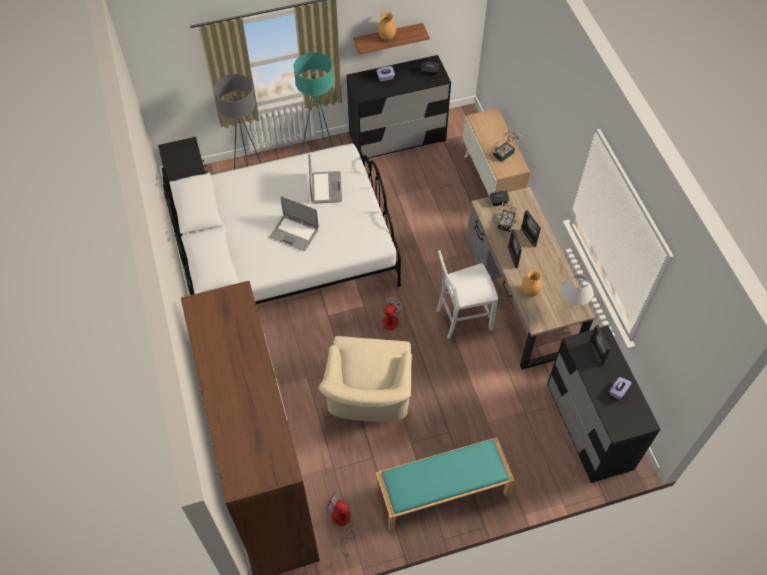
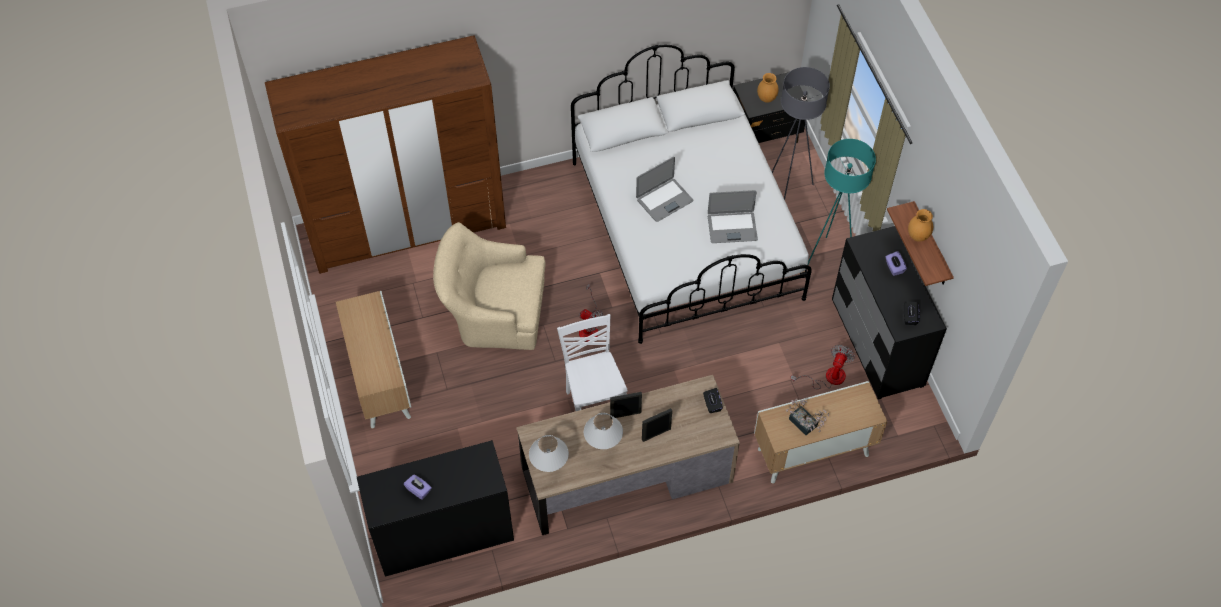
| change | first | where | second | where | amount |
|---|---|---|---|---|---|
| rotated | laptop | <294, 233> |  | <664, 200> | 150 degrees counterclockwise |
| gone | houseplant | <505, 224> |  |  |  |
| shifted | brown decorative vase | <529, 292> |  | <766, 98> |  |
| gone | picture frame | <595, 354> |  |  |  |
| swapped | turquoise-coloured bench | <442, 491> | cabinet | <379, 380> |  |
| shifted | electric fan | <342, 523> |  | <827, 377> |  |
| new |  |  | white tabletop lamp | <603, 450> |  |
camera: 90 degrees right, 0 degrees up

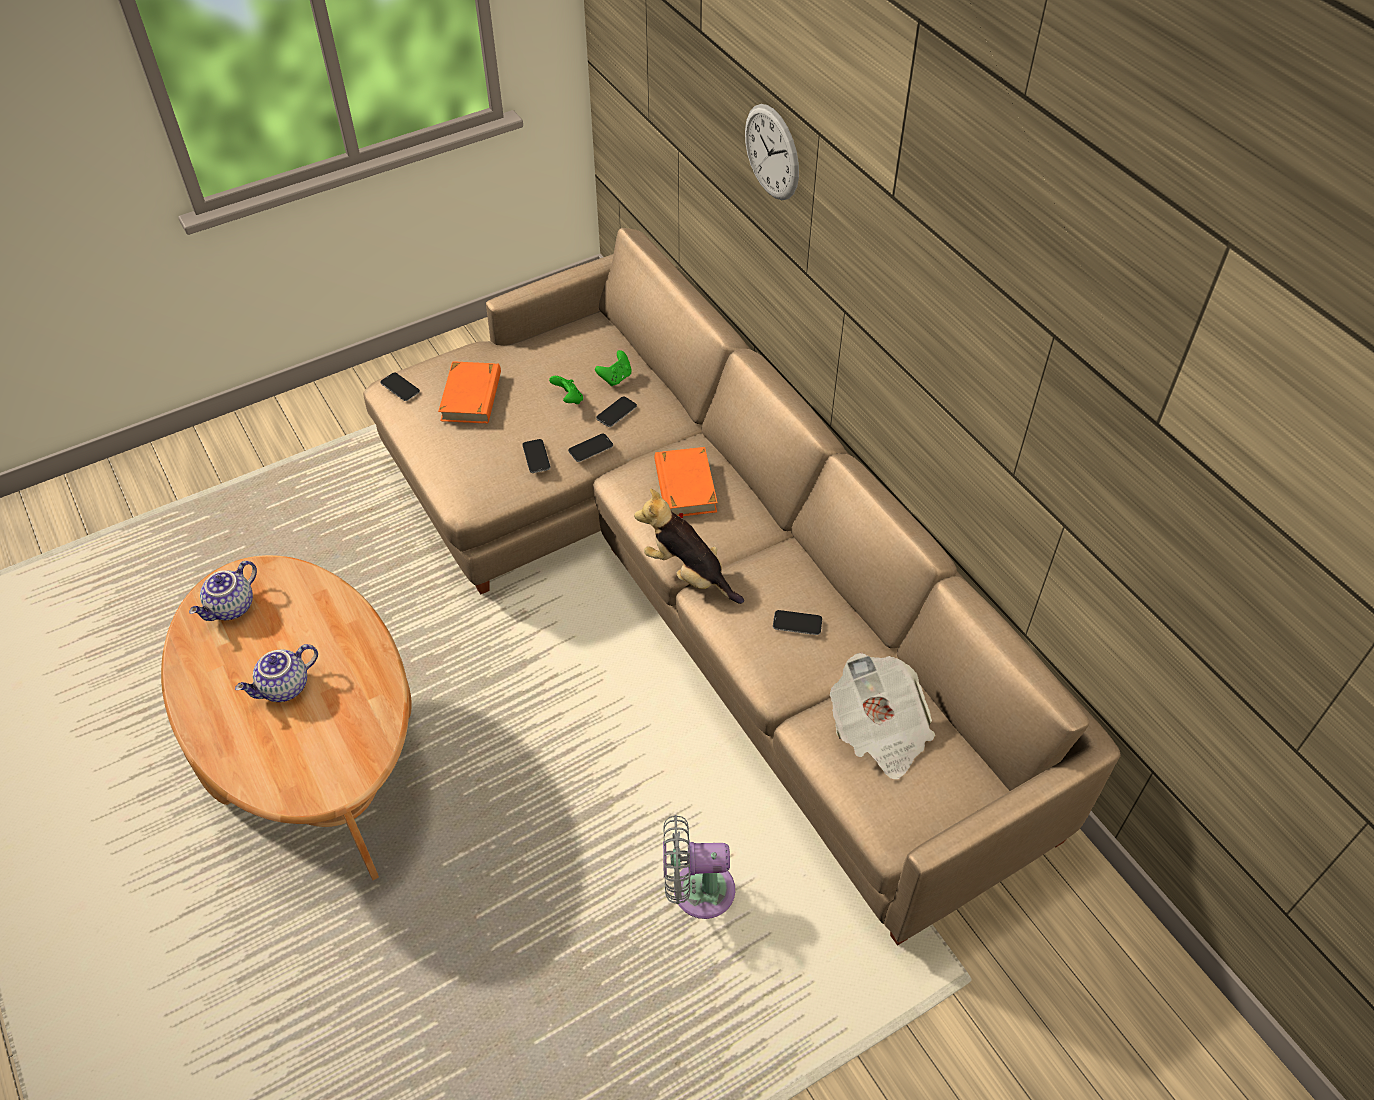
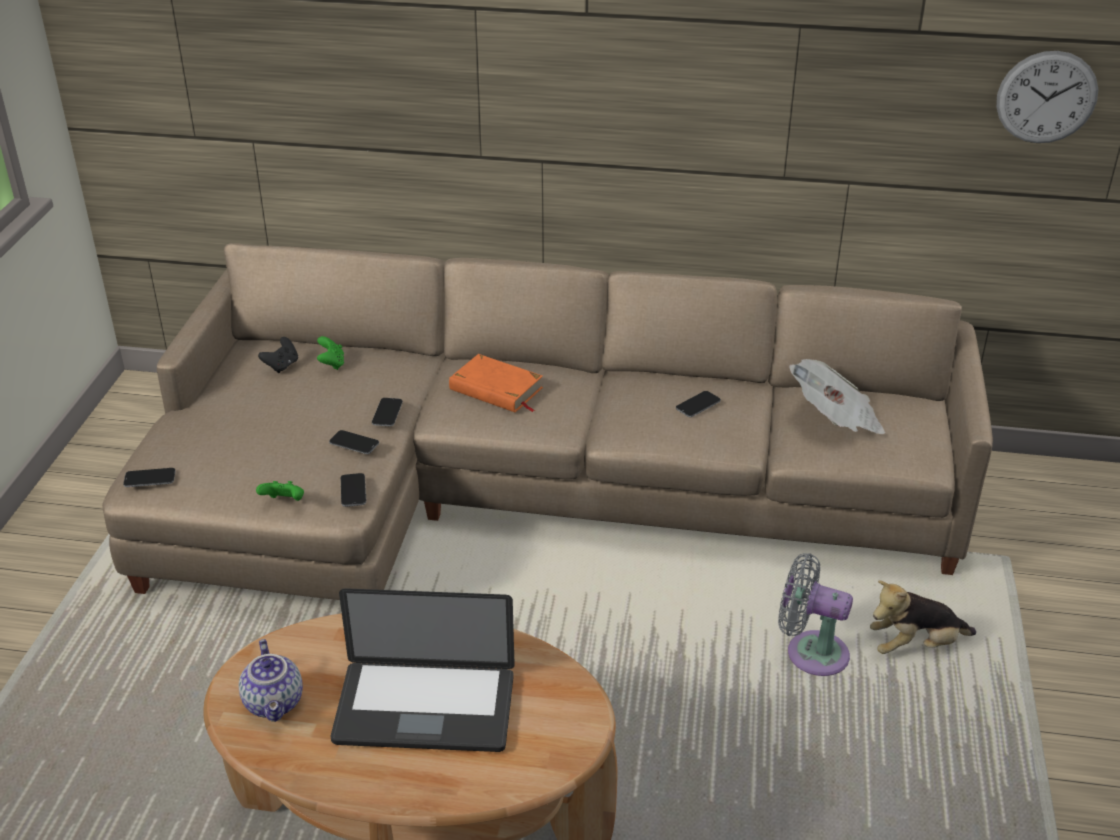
| change | first | where | second | where | amount |
|---|---|---|---|---|---|
| shifted | hanging clock | <772, 152> |  | <1046, 97> |  |
| gone | orange-coloured bound book | <472, 396> |  |  |  |
| shifted | greenish joypad | <568, 399> |  | <284, 502> |  |
| shifted | telephone | <616, 412> |  | <353, 491> |  |
| shifted | cuddly toy | <688, 573> |  | <915, 645> |  |
| swapped | tea pot | <285, 688> | laptop | <425, 709> |  |
| rotated | grey electric fan | <696, 890> |  | <810, 652> | 75 degrees clockwise |
| new |  |  | black joypad | <282, 366> |  |
camera: 50 degrees left, 15 degrees down

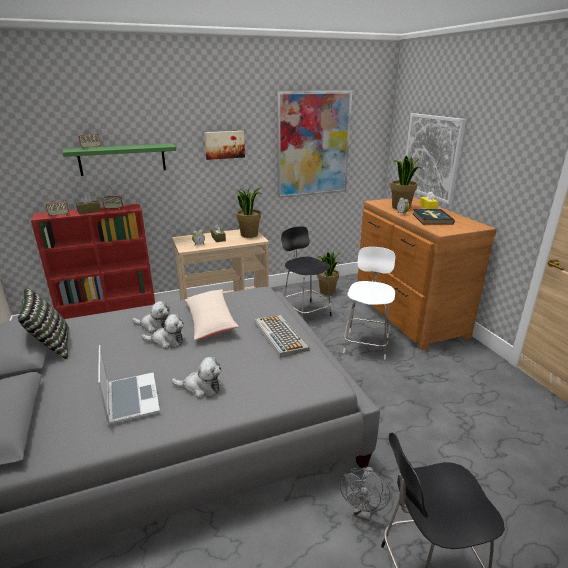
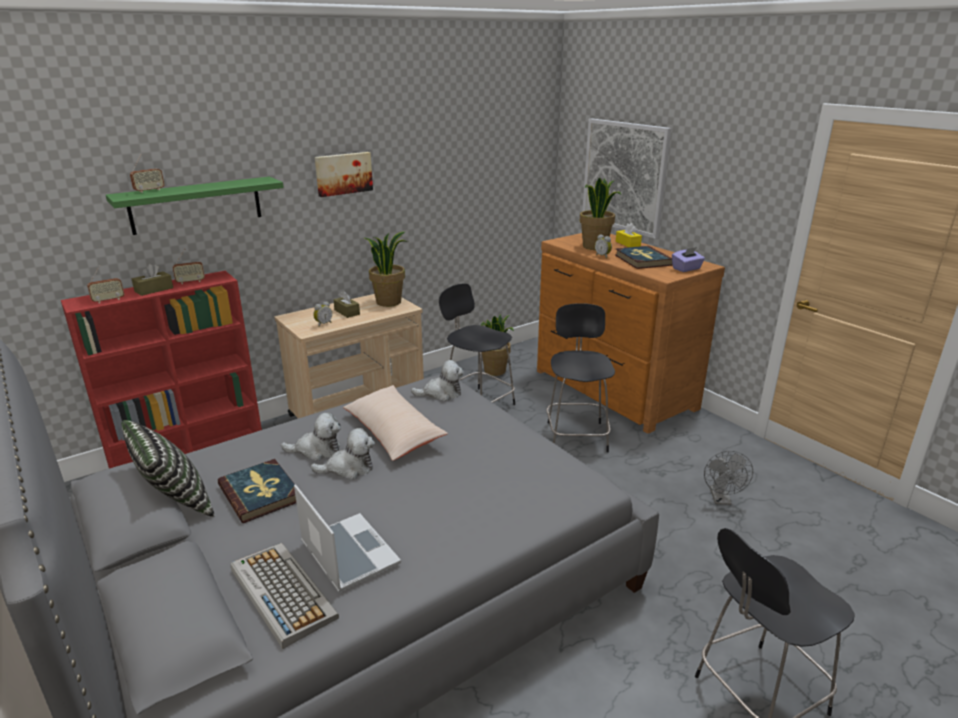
| change | first | where | second | where | amount |
|---|---|---|---|---|---|
| gone | wall picture | <313, 144> |  |  |  |
| repainted | white plain chair | <366, 343> | black plain chair | <576, 435> |  |
| shifted | PC keyboard | <279, 335> |  | <281, 593> |  |
| shifted | cuddly toy | <200, 387> |  | <441, 393> |  |
| shifted | grey electric fan | <363, 511> |  | <721, 499> |  |
| new |  |  | purplish tissue box | <686, 269> |  |
| new |  |  | bound book | <260, 493> |  |
camera: 15 degrees left, 0 degrees up

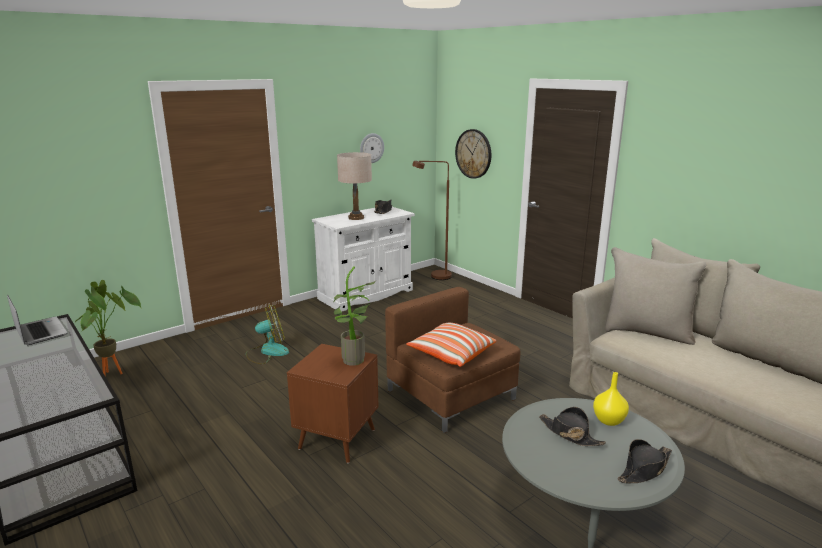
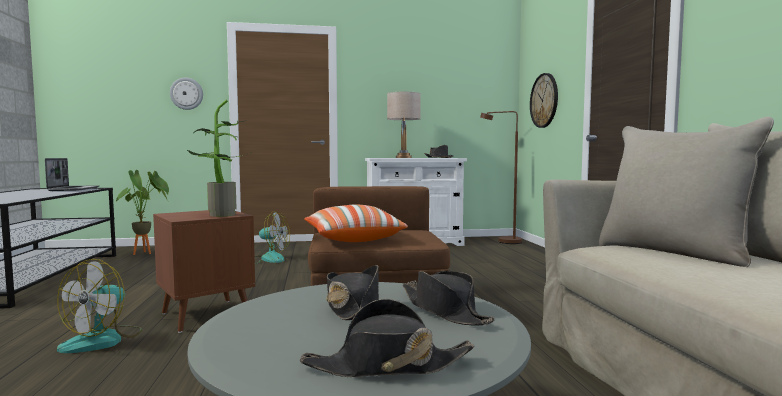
| change | first | where | second | where | amount |
|---|---|---|---|---|---|
| shifted | hanging clock | <371, 148> |  | <186, 93> |  |
| swapped | yellow-coloured decorative vase | <609, 421> | black wearable hat | <444, 310> |  |
| new |  |  | electric fan | <103, 340> |  |
camera: 30 degrees right, 15 degrees down

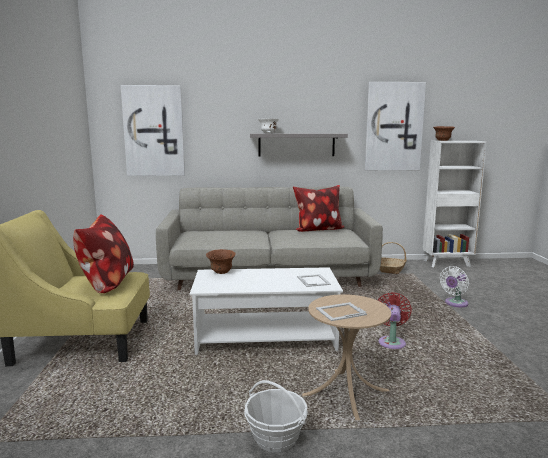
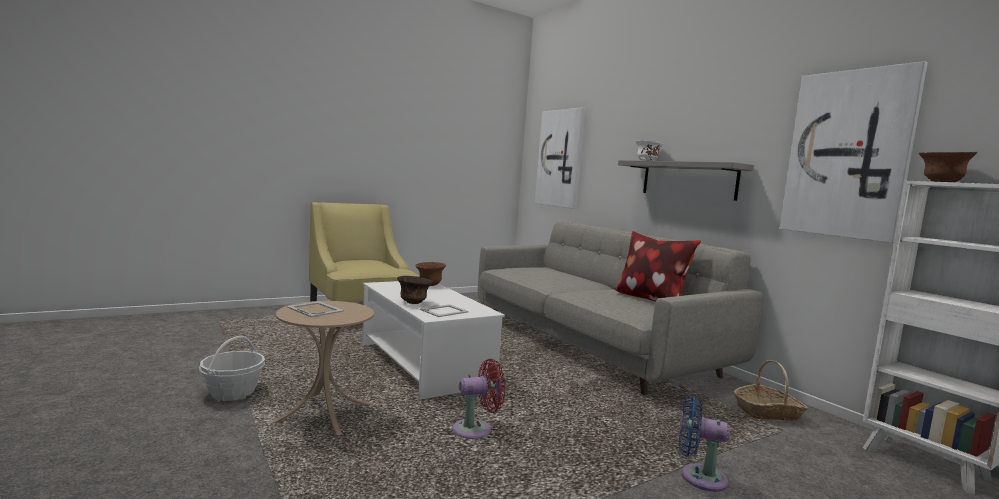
| change | first | where | second | where | amount |
|---|---|---|---|---|---|
| gone | pillow | <106, 283> |  |  |  |
| repainted | white electric fan | <455, 303> | blue electric fan | <698, 477> |  |
| new |  |  | brown serving bowl | <413, 303> |  |
camera: 60 degrees right, 5 degrees down

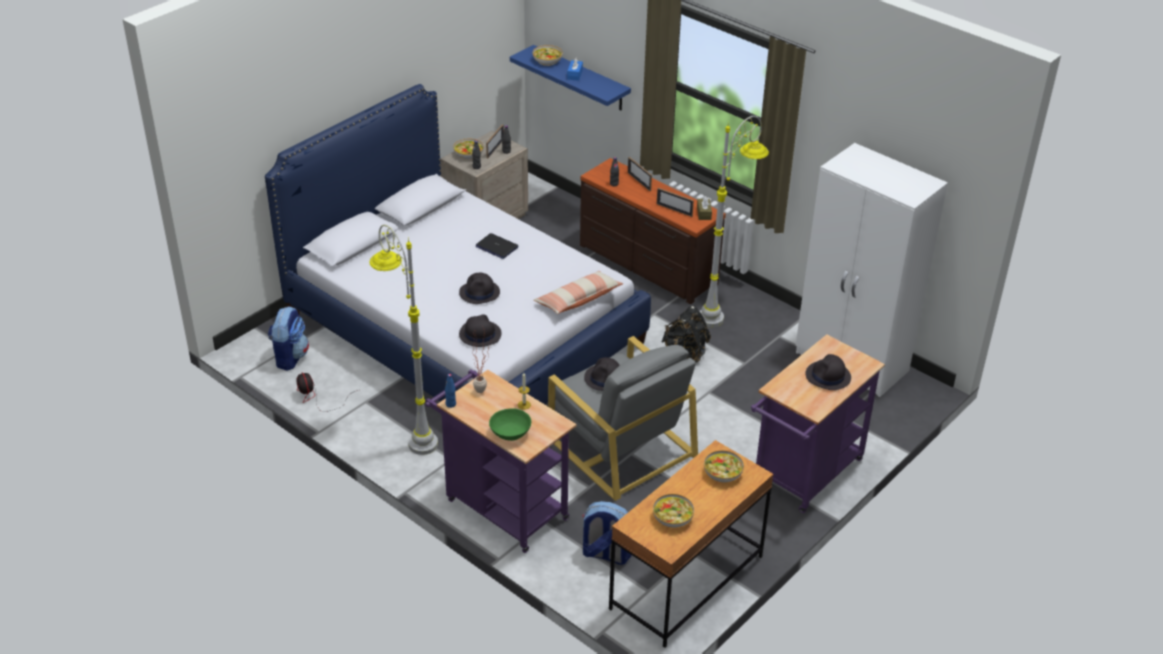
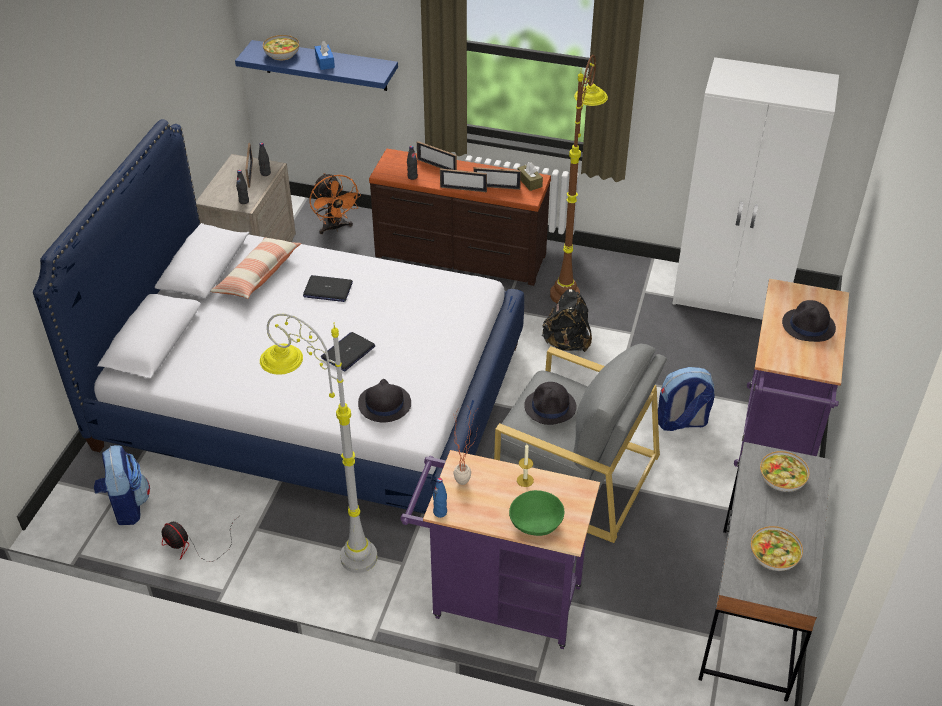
| change | first | where | second | where | amount |
|---|---|---|---|---|---|
| repainted | grey floor lamp | <725, 309> | brown floor lamp | <571, 279> |  |
| gone | serving bowl | <468, 154> |  |  |  |
| shifted | pillow | <578, 299> |  | <257, 276> |  |
| swapped | black wearable hat | <480, 293> | laptop | <348, 352> |  |
| repainted | brown desk table | <686, 582> | grey desk table | <753, 611> |  |
| shifted | knapsack | <605, 554> |  | <681, 422> |  |
| new |  |  | picture frame | <463, 189> |  |
| new |  |  | orange-coloured electric fan | <335, 227> |  |
camera: 25 degrees left, 5 degrees up

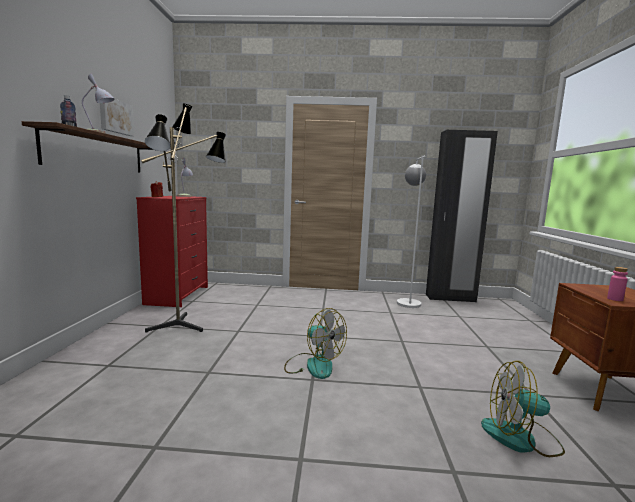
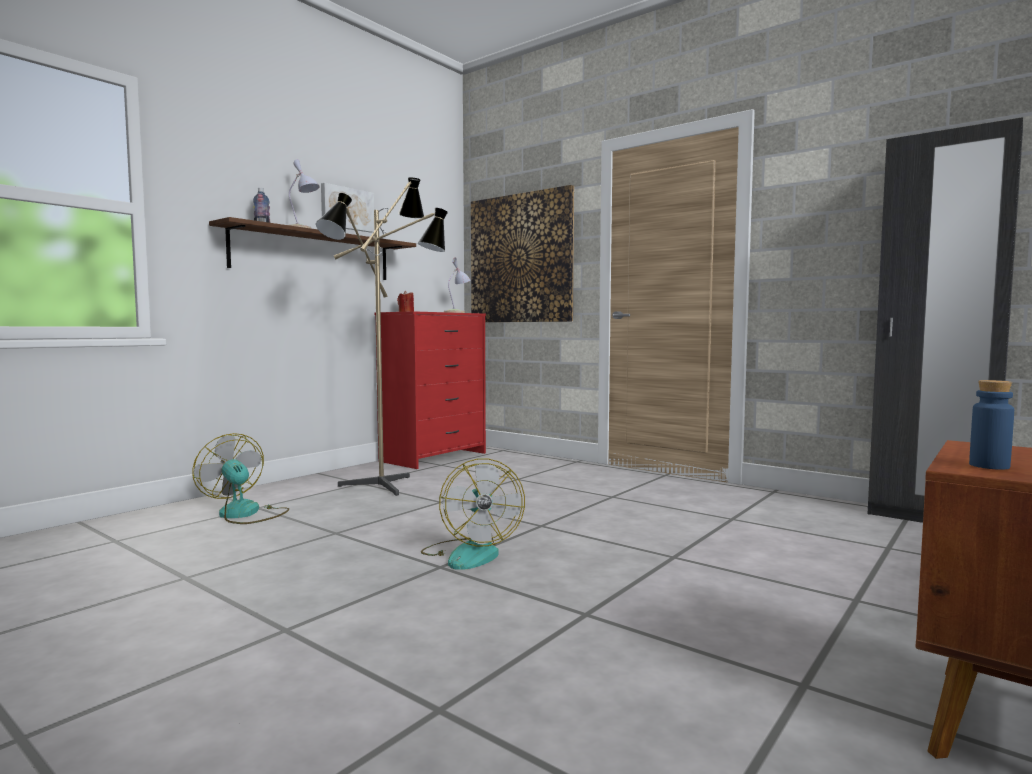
| change | first | where | second | where | amount |
|---|---|---|---|---|---|
| gone | white floor lamp | <407, 301> |  |  |  |
| repainted | pinkish beverage bottle | <615, 299> | blue beverage bottle | <989, 466> |  |
| shifted | electric fan | <521, 438> |  | <245, 514> |  |
| new |  |  | wall picture | <520, 258> |  |
camera: 35 degrees right, 5 degrees down

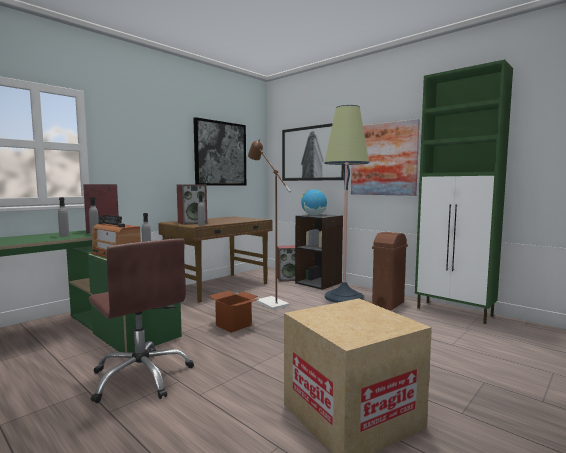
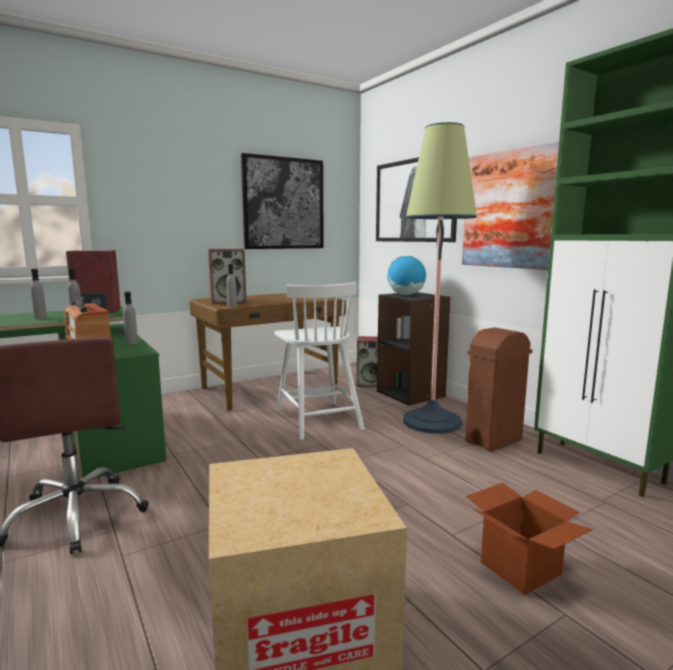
| change | first | where | second | where | amount |
|---|---|---|---|---|---|
| swapped | brown floor lamp | <268, 302> | white plain chair | <317, 419> |  |
| shifted | packing box | <233, 325> |  | <520, 568> |  |
camera: 15 degrees right, 5 degrees up

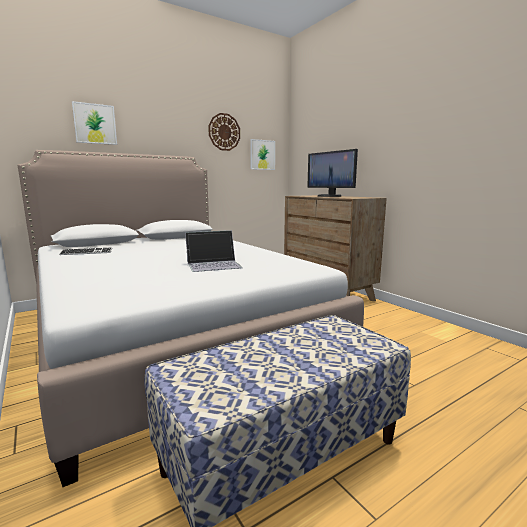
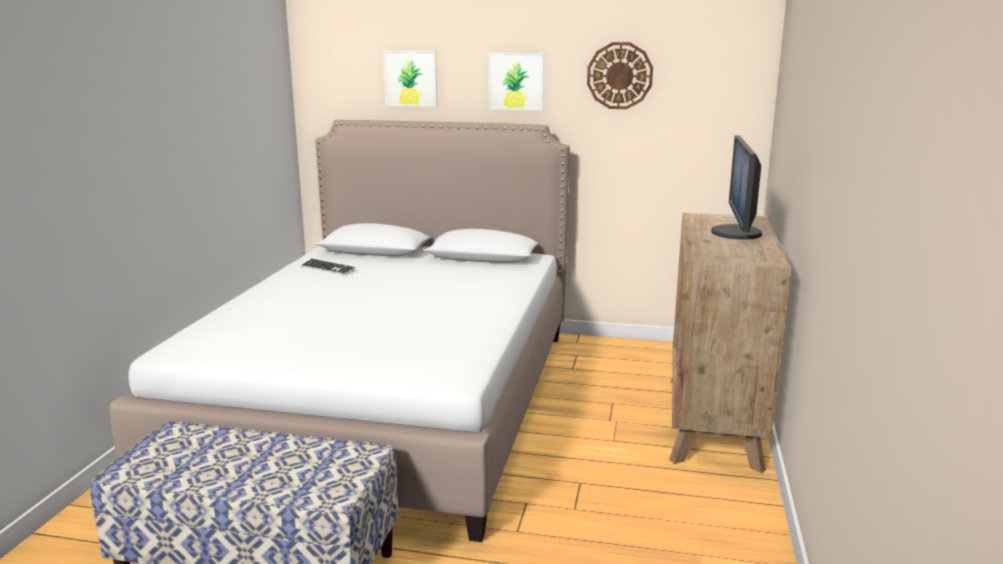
| change | first | where | second | where | amount |
|---|---|---|---|---|---|
| shifted | wall picture | <262, 155> |  | <516, 81> |  |
| gone | laptop | <214, 264> |  |  |  |
camera: 45 degrees right, 5 degrees up

